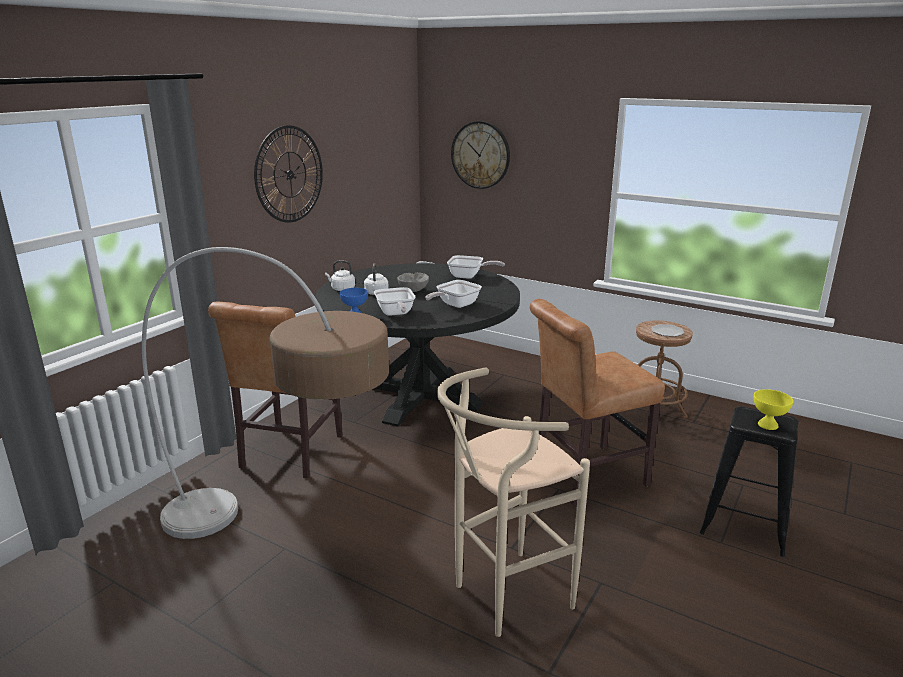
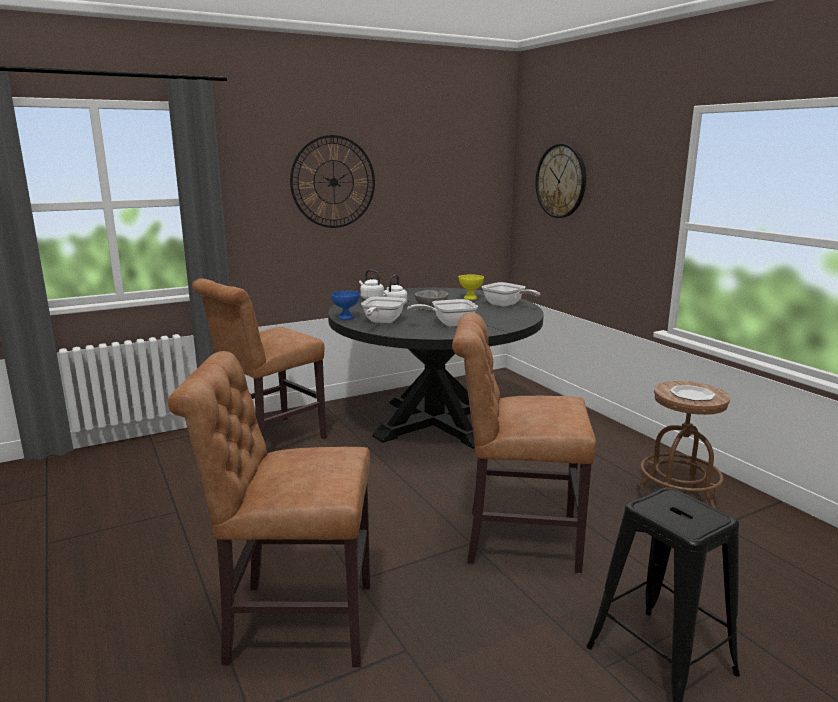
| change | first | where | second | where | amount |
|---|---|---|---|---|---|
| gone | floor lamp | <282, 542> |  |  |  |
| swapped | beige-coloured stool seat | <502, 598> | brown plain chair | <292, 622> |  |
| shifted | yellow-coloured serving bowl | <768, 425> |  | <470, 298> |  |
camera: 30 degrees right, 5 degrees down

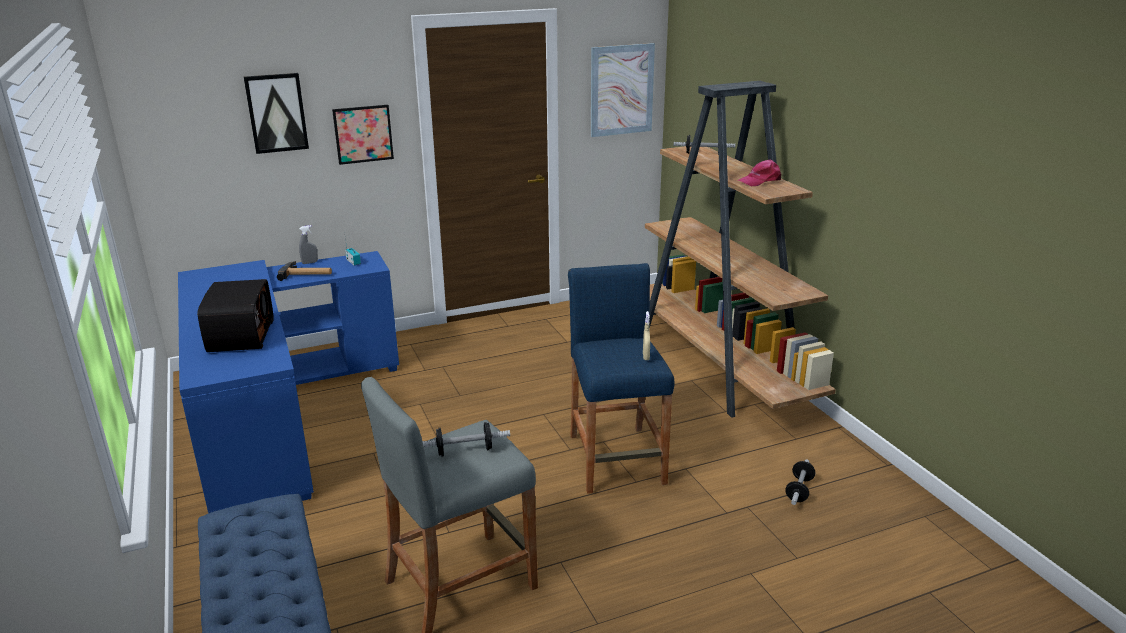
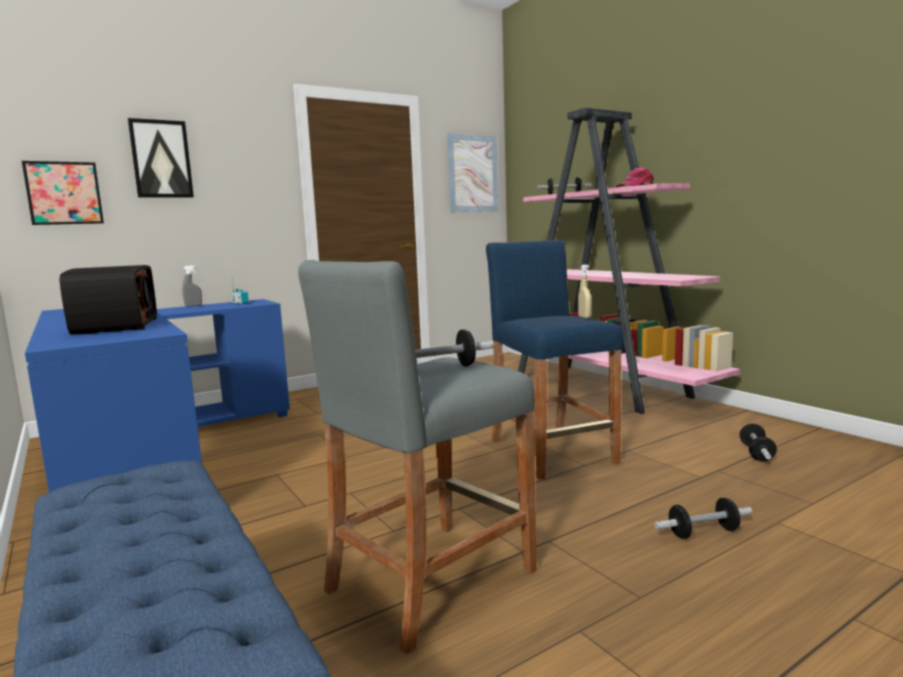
| change | first | where | second | where | amount |
|---|---|---|---|---|---|
| repainted | brown bookcase | <718, 367> | pinkish bookcase | <601, 387> |  |
| shifted | wall picture | <363, 134> |  | <64, 193> |  |
| gone | hammer | <306, 274> |  |  |  |
| new |  |  | free weight | <703, 532> |  |
camera: 10 degrees left, 15 degrees down

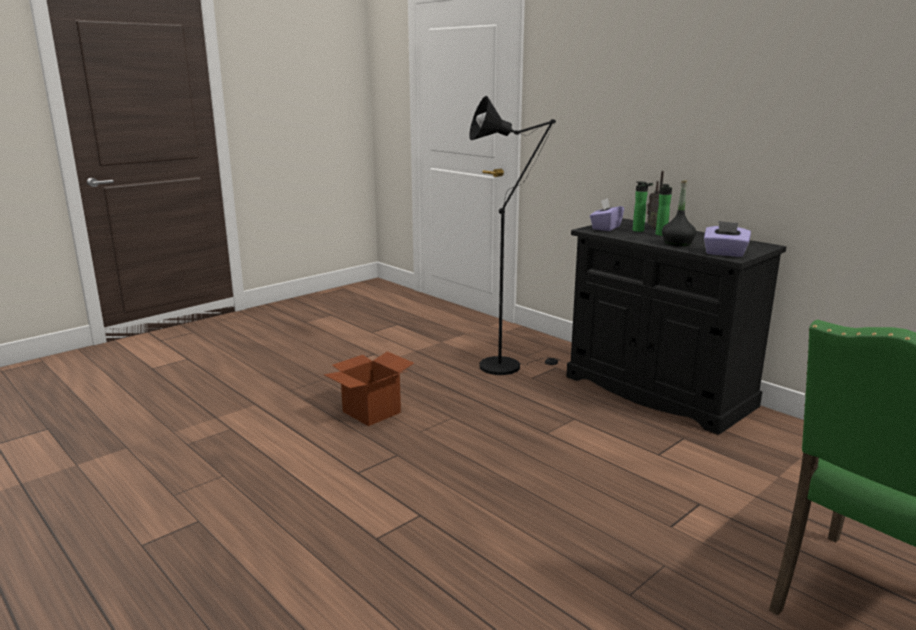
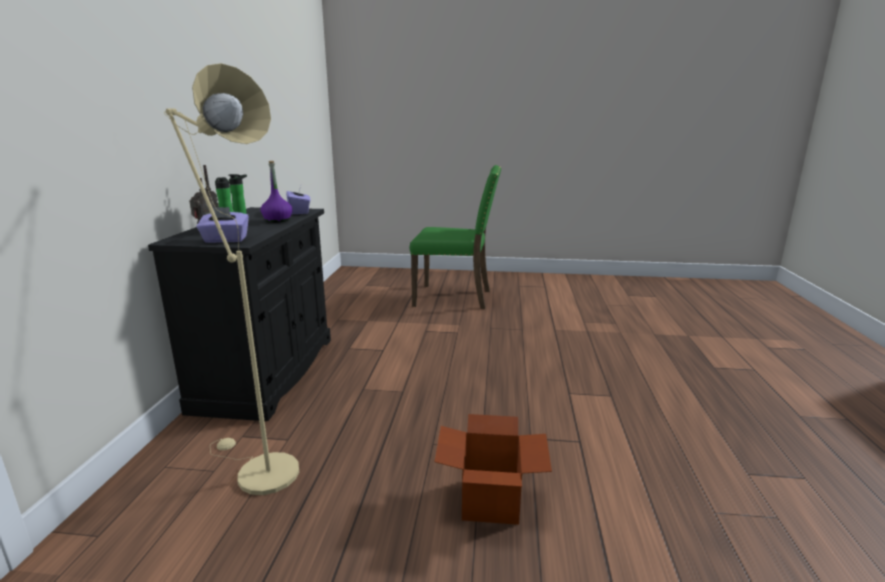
| change | first | where | second | where | amount |
|---|---|---|---|---|---|
| repainted | black floor lamp | <507, 365> | beige-coloured floor lamp | <259, 470> |  |
| repainted | black beverage bottle | <677, 243> | purplish beverage bottle | <277, 220> |  |
camera: 130 degrees left, 0 degrees up

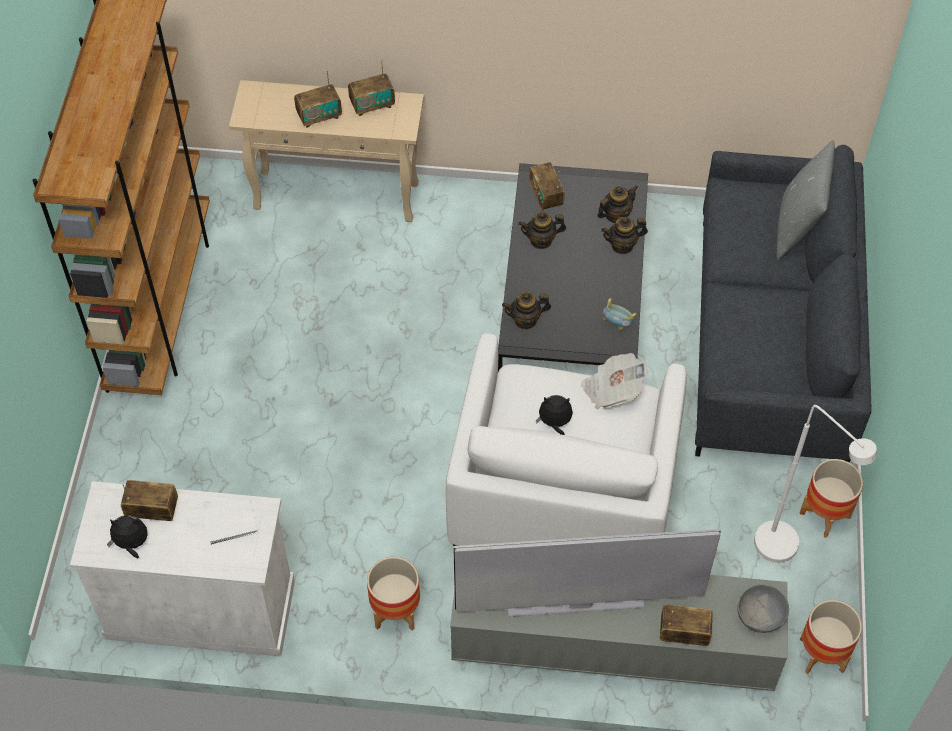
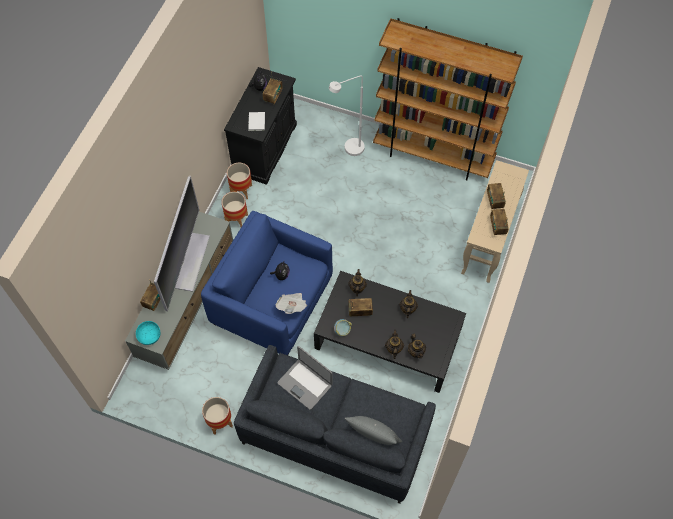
| change | first | where | second | where | amount |
|---|---|---|---|---|---|
| shifted | radio | <546, 196> |  | <360, 311> |  |
| repainted | white armchair | <561, 495> | blue armchair | <272, 302> |  |
| shifted | white floor lamp | <786, 551> |  | <349, 150> |  |
| repainted | white cabinet | <201, 608> | black cabinet | <265, 148> |  |
| repainted | grey serving bowl | <761, 616> | turquoise-coloured serving bowl | <149, 336> |  |
| shifted | planter | <822, 655> |  | <241, 190> |  |
| new |  |  | laptop | <305, 384> |  |
camera: 105 degrees right, 5 degrees up

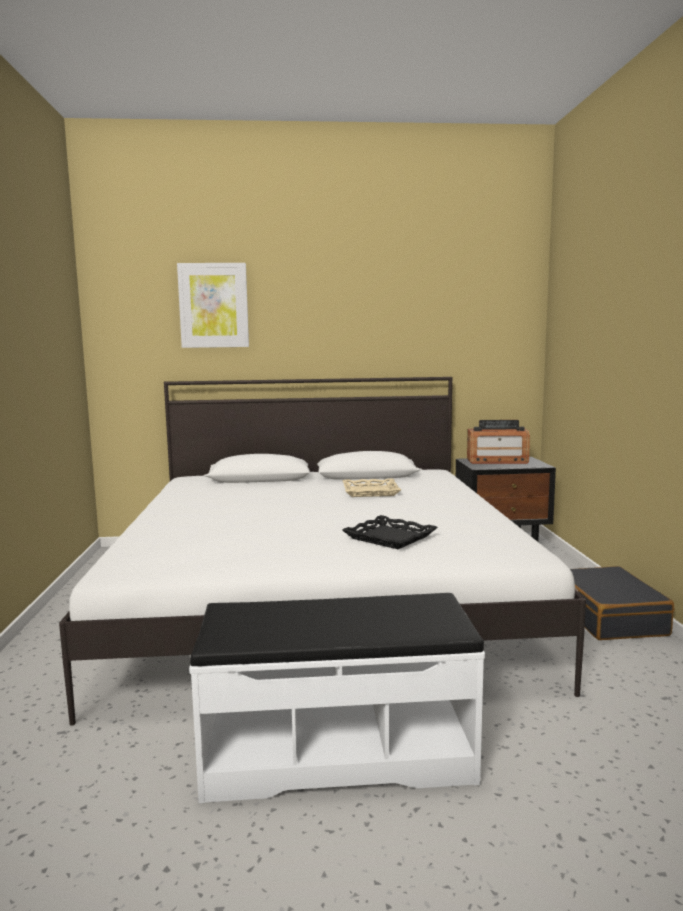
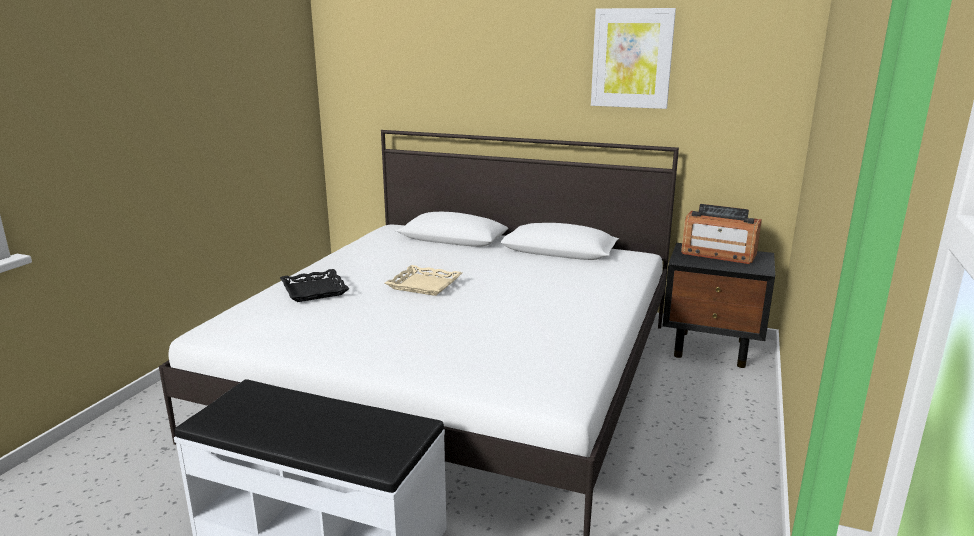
| change | first | where | second | where | amount |
|---|---|---|---|---|---|
| shifted | wall picture | <213, 305> |  | <632, 58> |  |
| shifted | beige-coloured carrying tray | <370, 492> |  | <424, 285> |  |
| shifted | black carrying tray | <390, 537> |  | <315, 290> |  |
| gone | black travel case | <607, 617> |  |  |  |
camera: 25 degrees right, 10 degrees up

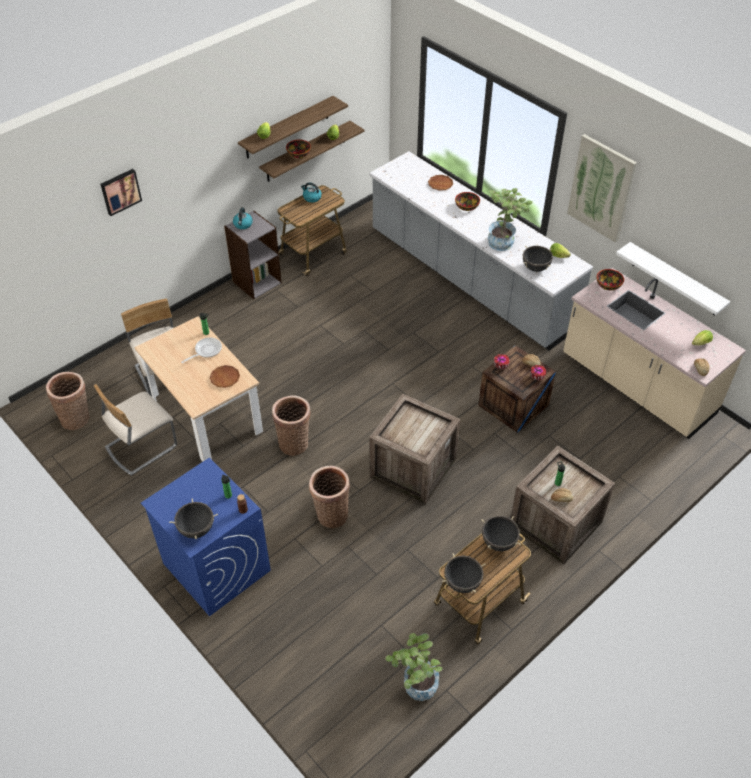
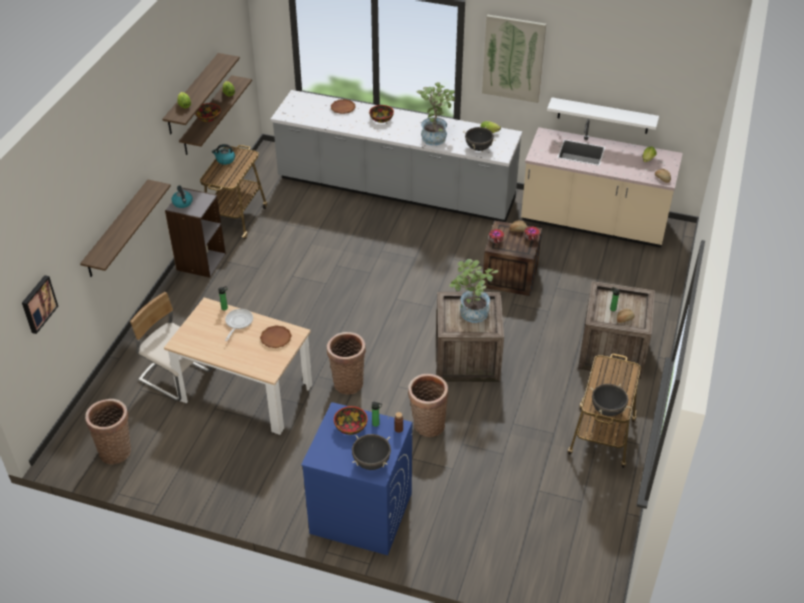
| change | first | where | second | where | amount |
|---|---|---|---|---|---|
| shifted | wall picture | <120, 191> |  | <38, 304> |  |
| shifted | serving bowl | <608, 285> |  | <350, 427> |  |
| gone | beige-coloured plain chair | <141, 447> |  |  |  |
| gone | black stockpot | <499, 542> |  |  |  |
| shifted | houseplant | <415, 686> |  | <471, 315> |  |
| new |  |  | shelf | <117, 229> |  |
camera: 30 degrees left, 5 degrees down

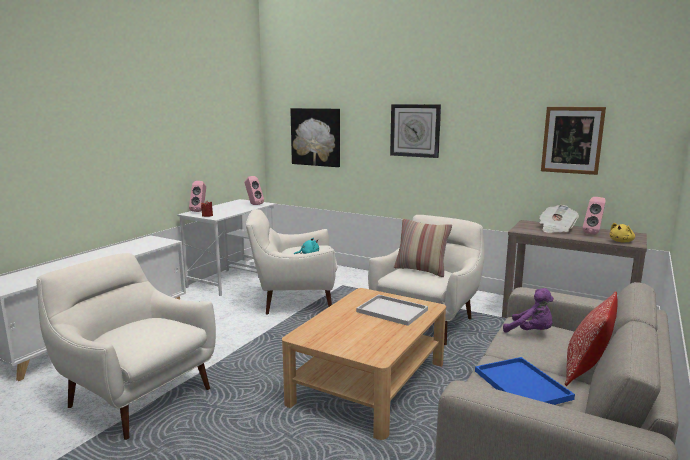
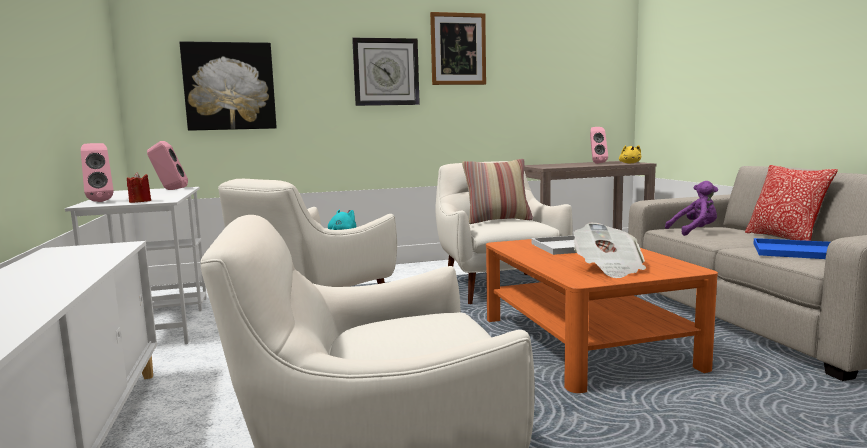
| change | first | where | second | where | amount |
|---|---|---|---|---|---|
| shifted | wall picture | <572, 140> |  | <458, 49> |  |
| shifted | printed paper | <556, 229> |  | <608, 269> |  |
| repainted | beige-coloured coffee table | <369, 383> | orange-coloured coffee table | <585, 342> |  |
camera: 45 degrees left, 5 degrees down

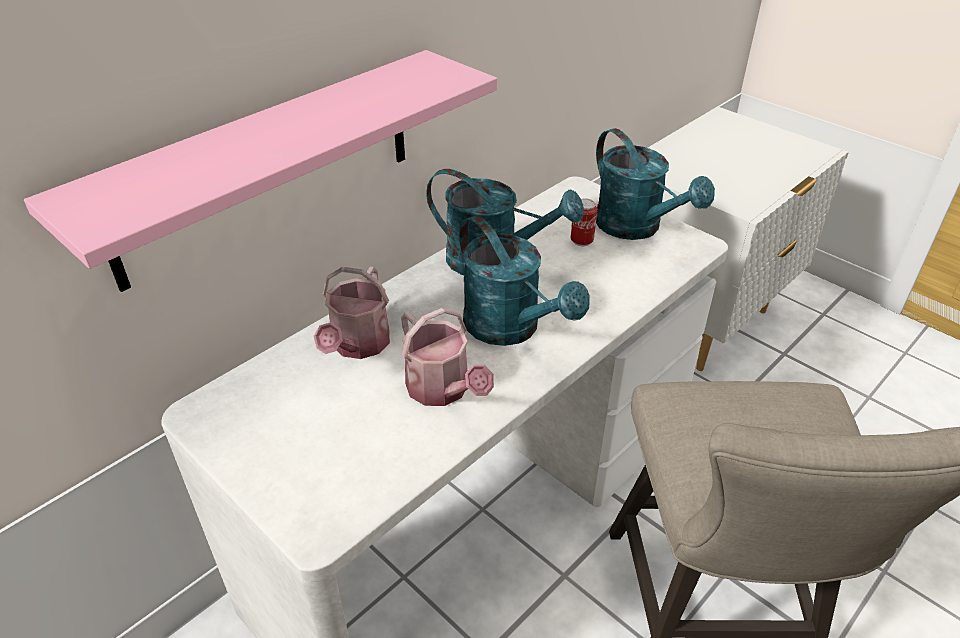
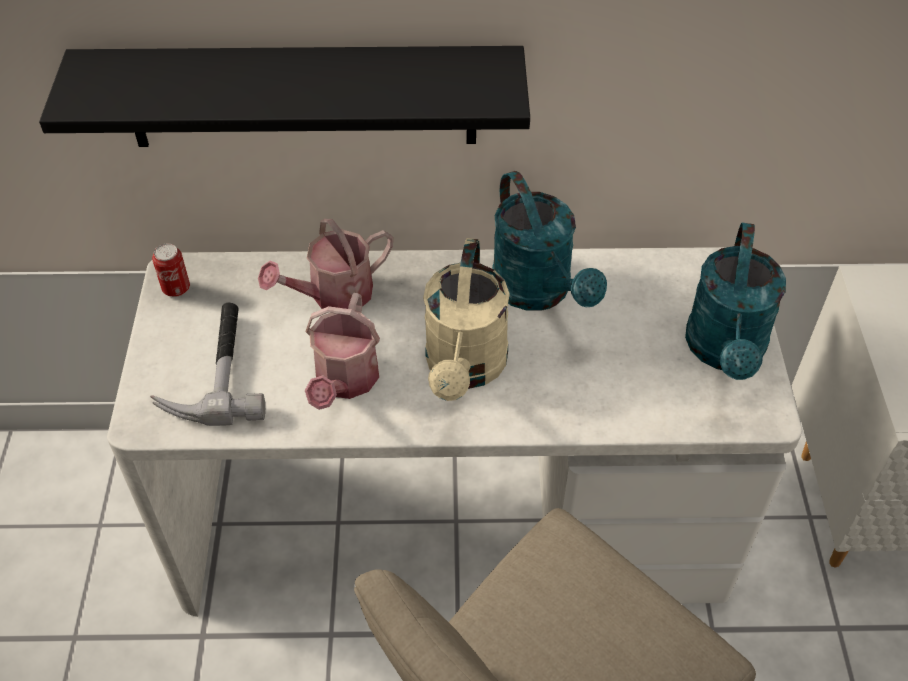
| change | first | where | second | where | amount |
|---|---|---|---|---|---|
| repainted | pinkish shelf | <267, 166> | black shelf | <301, 97> |  |
| shifted | can | <581, 241> |  | <176, 289> |  |
| repainted | turquoise-coloured watering can | <511, 329> | beige-coloured watering can | <465, 369> |  |
| new |  |  | hammer | <214, 370> |  |
camera: 45 degrees right, 10 degrees up

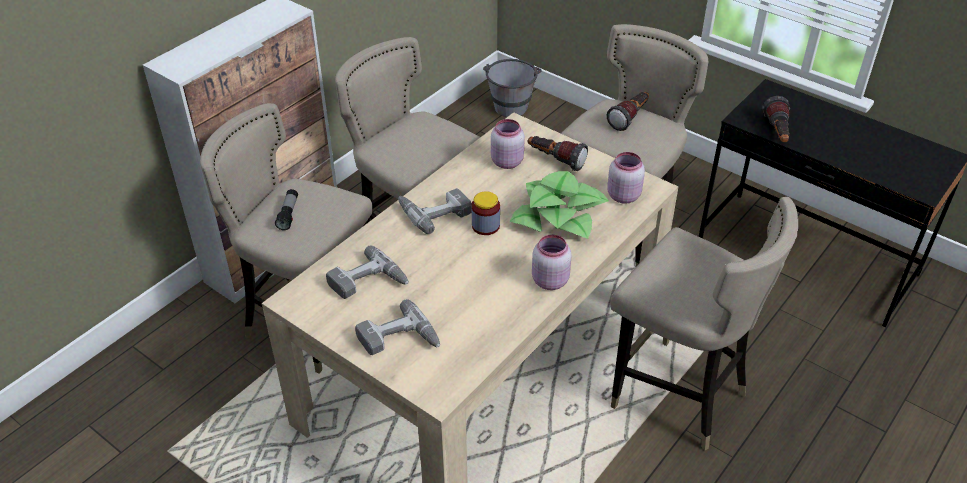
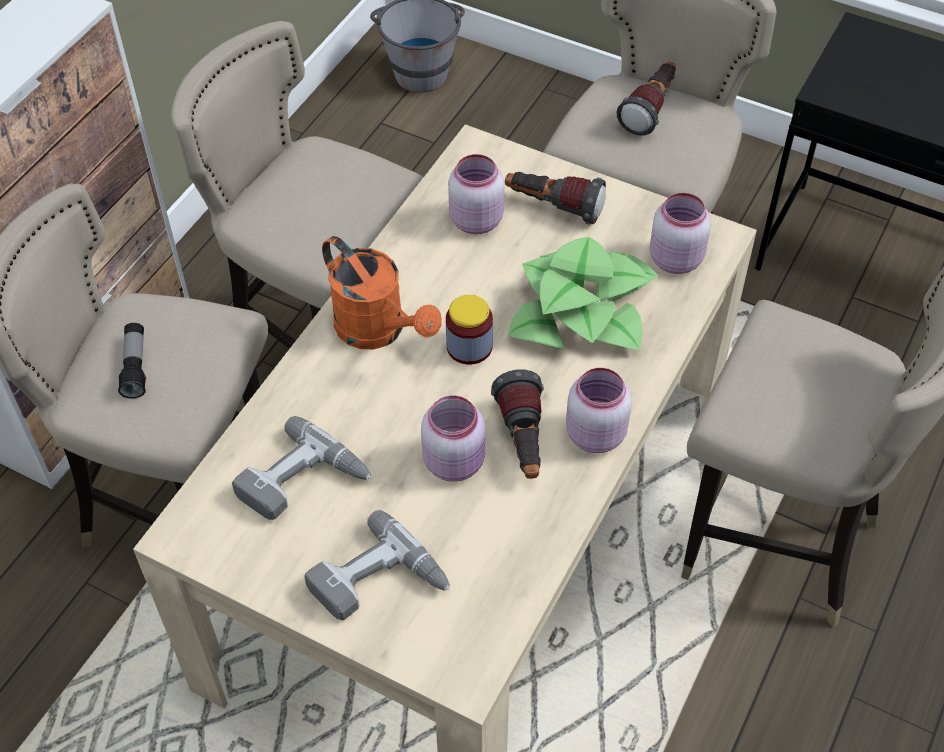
| change | first | where | second | where | amount |
|---|---|---|---|---|---|
| shifted | torch | <777, 133> |  | <523, 442> |  |
| swapped | power drill | <434, 211> | orange-coloured watering can | <379, 330> |  |
| new |  |  | pinkish storage jar | <455, 461> |  |
camera: 10 degrees left, 10 degrees up

